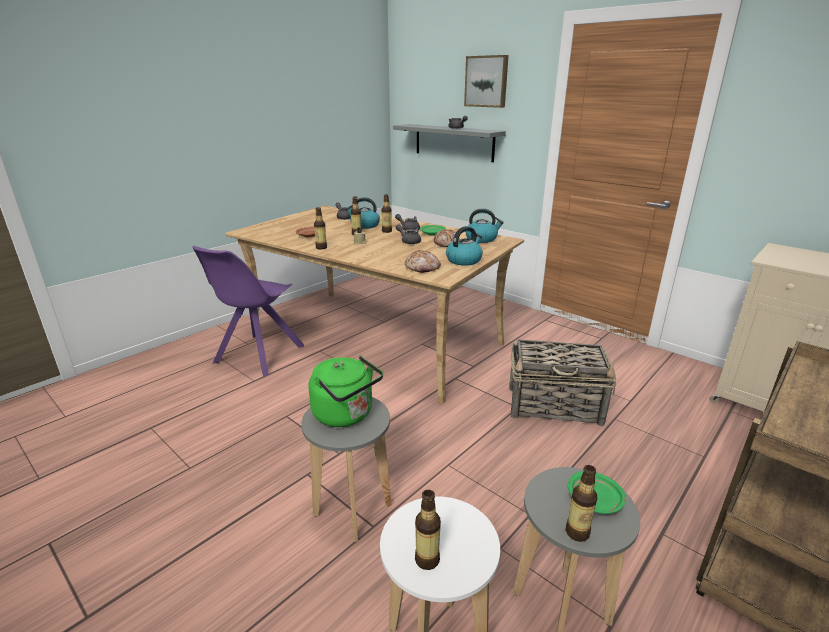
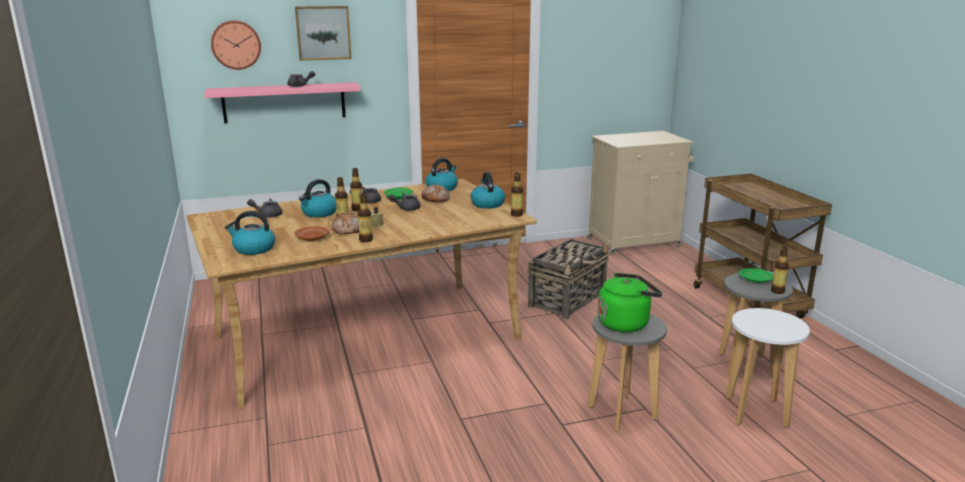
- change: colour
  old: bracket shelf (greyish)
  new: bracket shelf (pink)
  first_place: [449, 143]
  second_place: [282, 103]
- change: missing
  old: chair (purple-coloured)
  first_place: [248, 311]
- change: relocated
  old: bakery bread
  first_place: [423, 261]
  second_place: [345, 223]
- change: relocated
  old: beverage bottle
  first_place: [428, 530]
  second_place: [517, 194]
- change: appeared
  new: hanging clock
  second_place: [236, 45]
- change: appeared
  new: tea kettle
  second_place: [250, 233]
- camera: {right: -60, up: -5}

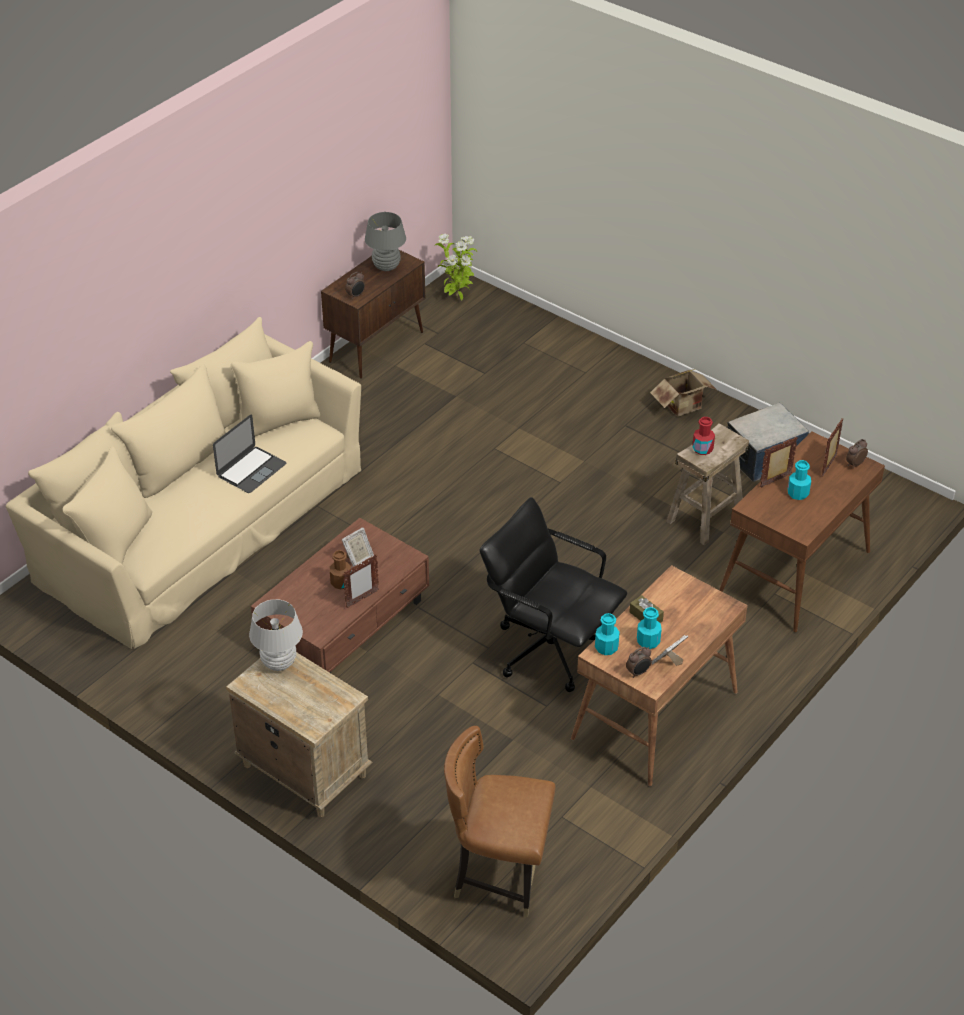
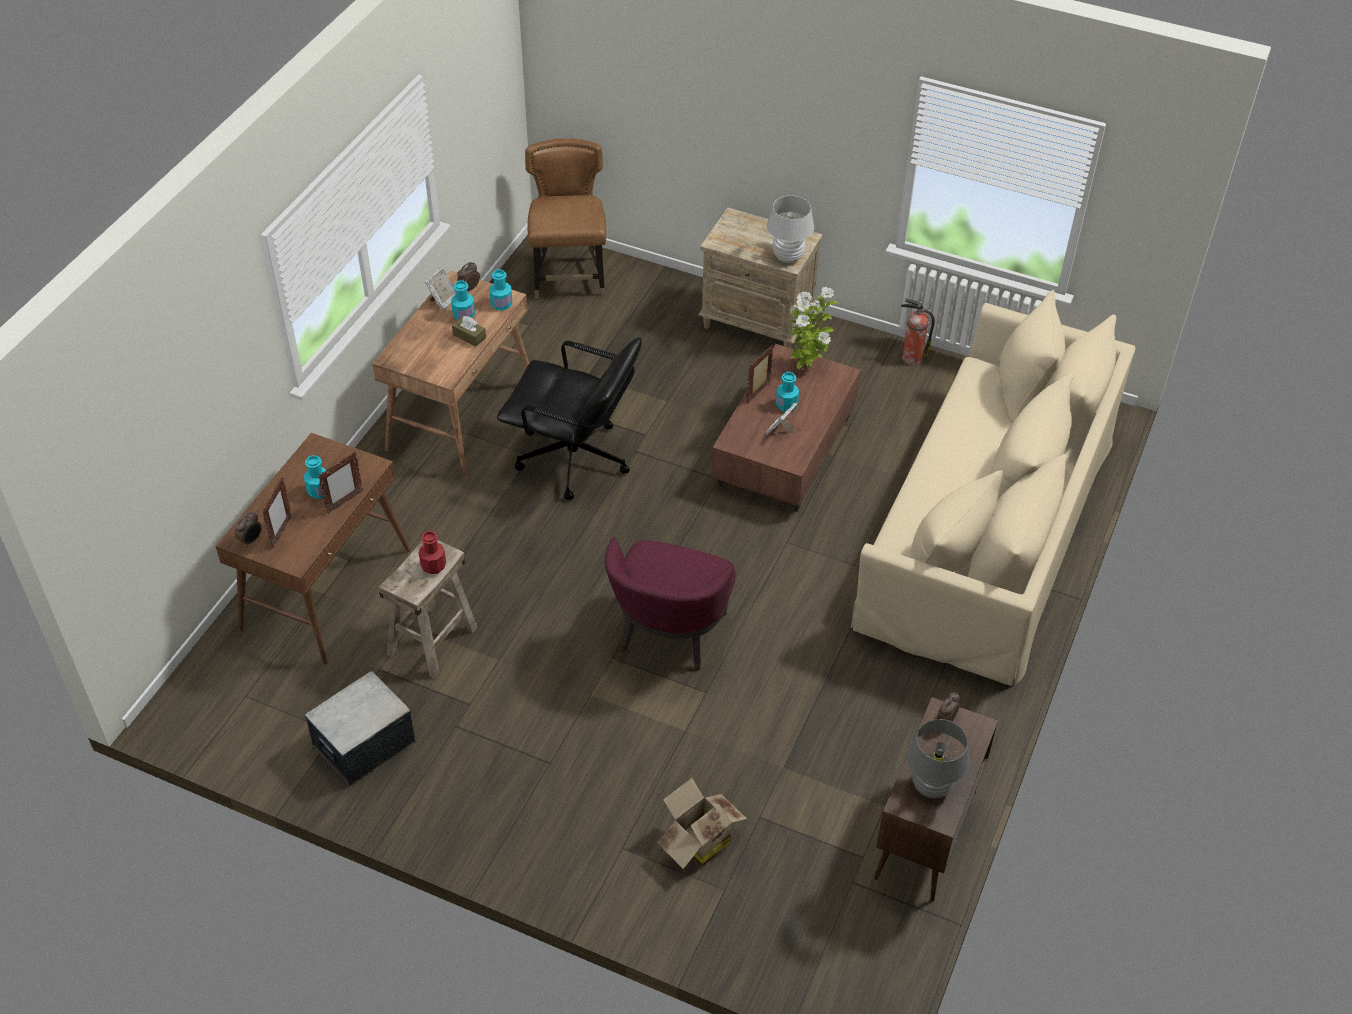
- change: relocated
  old: plant in a pot
  first_place: [456, 267]
  second_place: [814, 328]
- change: relocated
  old: carton
  first_place: [683, 393]
  second_place: [702, 823]
- change: missing
  old: laptop
  first_place: [249, 454]
- change: colour
  old: beverage bottle (brown)
  new: beverage bottle (turquoise-coloured)
  first_place: [340, 569]
  second_place: [787, 392]
- change: spun
  old: chair (brown)
  first_place: [499, 821]
  second_place: [565, 218]
  degrees: -90
- change: appeared
  new: extinguisher
  second_place: [918, 332]
- change: appeared
  new: easy chair (purple-coloured)
  second_place: [670, 604]
- camera: {right: 165, up: 5}

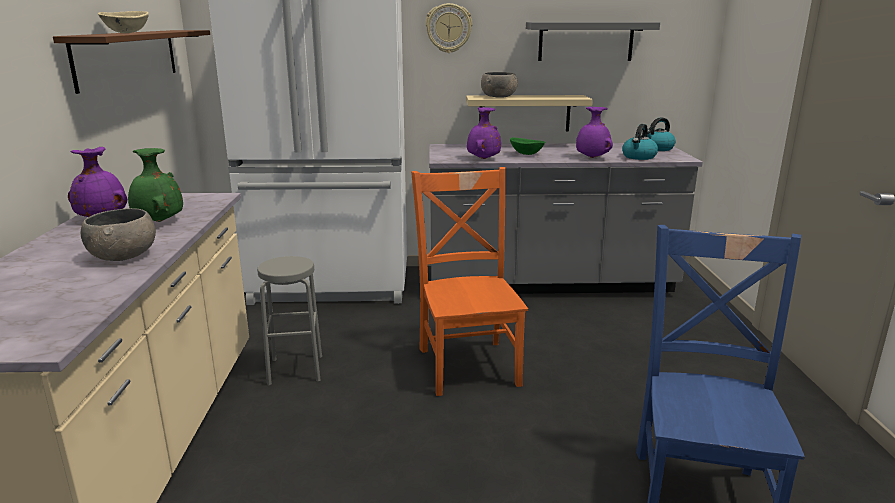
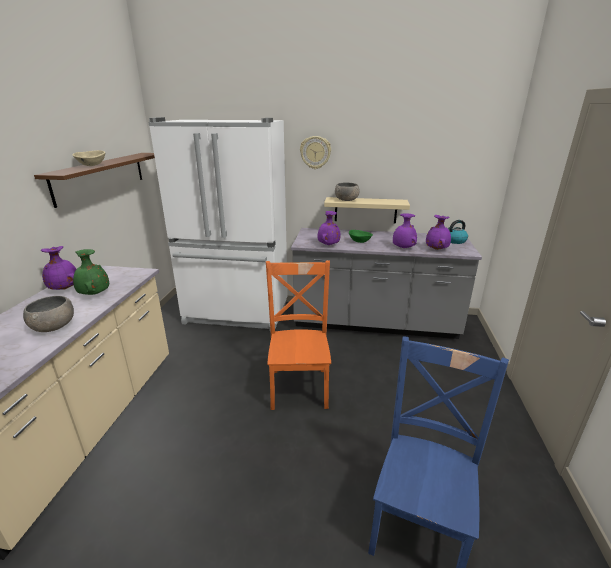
- change: missing
  old: bracket shelf (greyish)
  first_place: [593, 41]
- change: exchanged
  old: tea kettle
  new: vase (purple-coloured)
  first_place: [640, 142]
  second_place: [438, 232]
- change: missing
  old: stool (greyish)
  first_place: [289, 320]
- camera: {right: 10, up: 5}

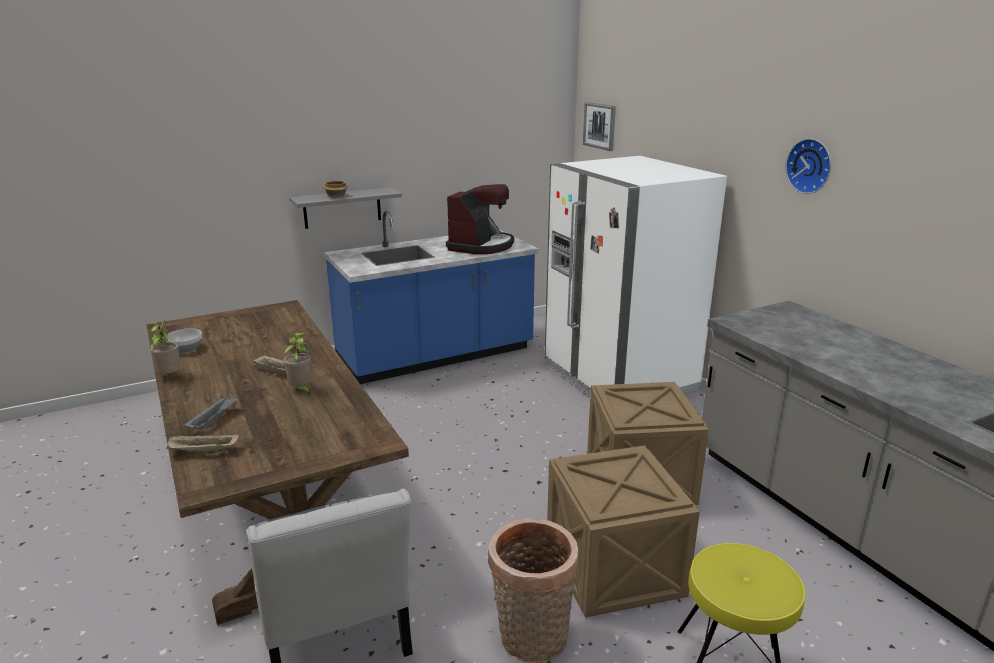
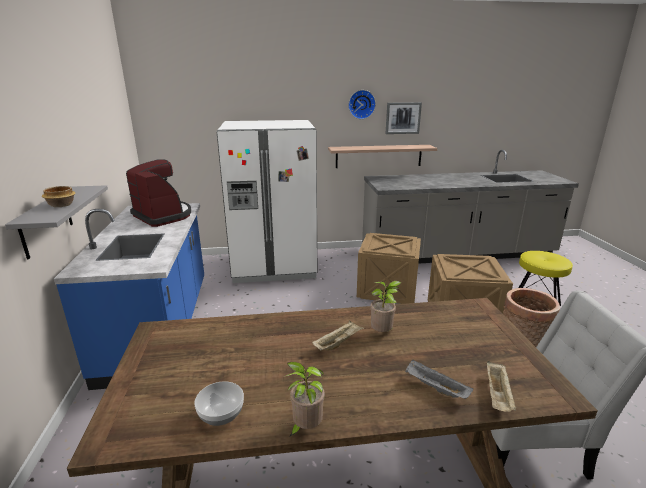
- change: relocated
  old: wall art
  first_place: [599, 126]
  second_place: [404, 118]
- change: appeared
  new: bracket shelf
  second_place: [382, 156]
- camera: {right: -70, up: 0}

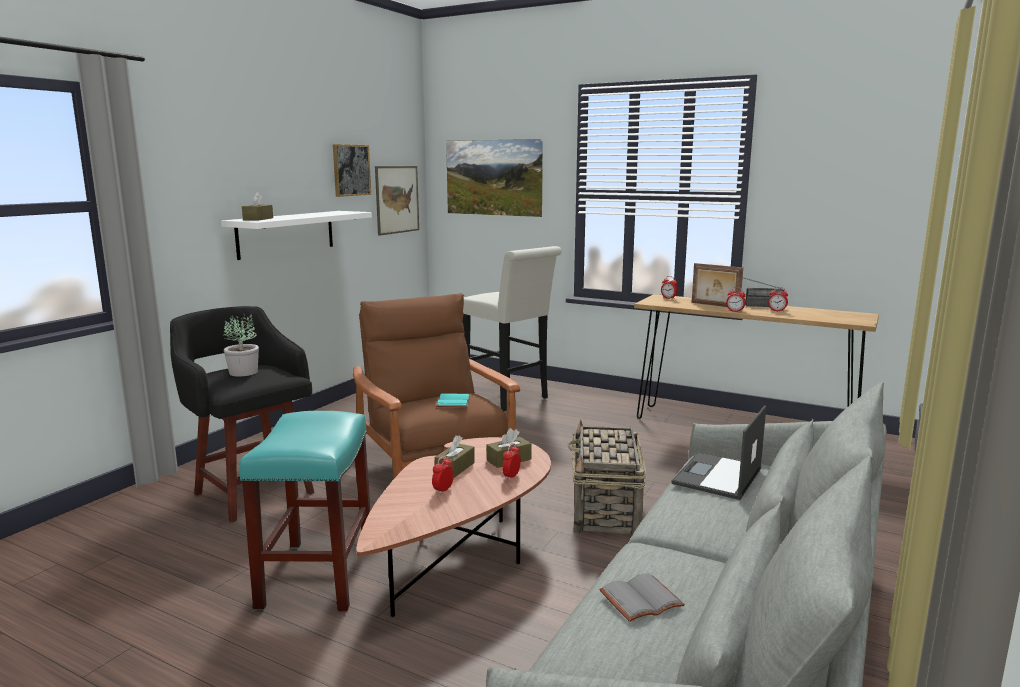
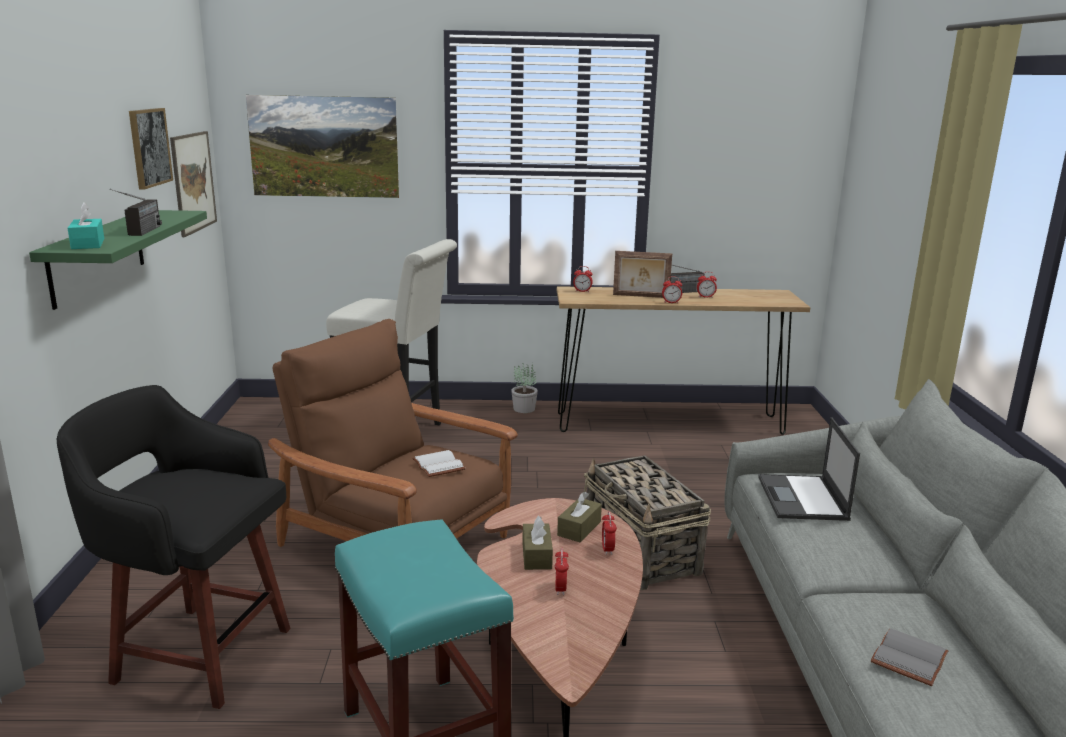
- change: colour
  old: tissue box (brown)
  new: tissue box (turquoise-coloured)
  first_place: [257, 206]
  second_place: [86, 225]
- change: colour
  old: bracket shelf (white-coloured)
  new: bracket shelf (greenish)
  first_place: [296, 235]
  second_place: [118, 260]
- change: relocated
  old: plant in a pot
  first_place: [241, 346]
  second_place: [524, 388]
- change: colour
  old: book (turquoise-coloured)
  new: book (white-coloured)
  first_place: [453, 400]
  second_place: [439, 463]
- change: appeared
  new: radio
  second_place: [136, 212]
- camera: {right: -30, up: 5}

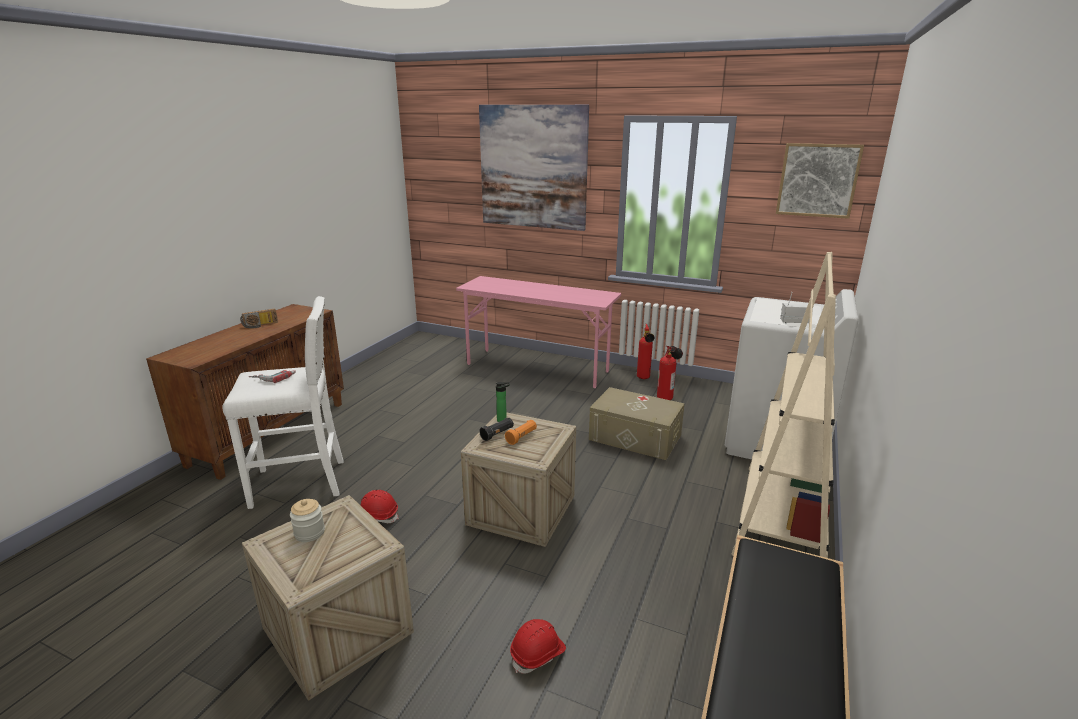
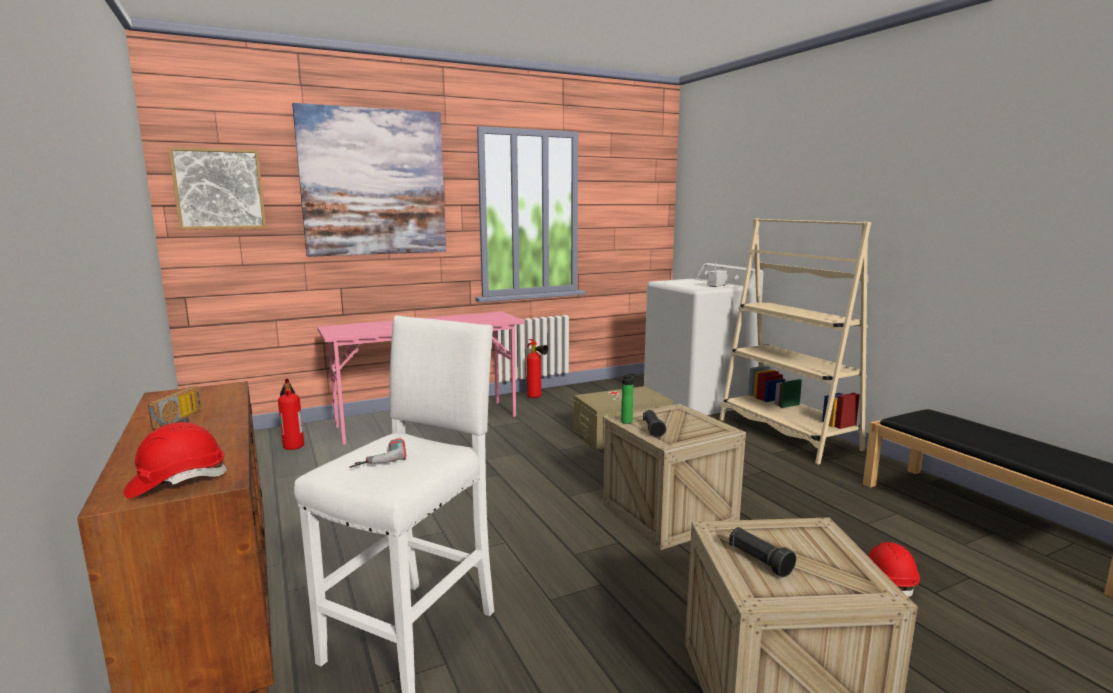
- change: relocated
  old: wall art
  first_place: [820, 181]
  second_place: [217, 188]
- change: relocated
  old: extinguisher
  first_place: [670, 373]
  second_place: [291, 414]
- change: missing
  old: torch (orange-coloured)
  first_place: [521, 432]
- change: relocated
  old: work helmet (reddish)
  first_place: [380, 506]
  second_place: [175, 460]
- change: exchanged
  old: jar
  new: torch (black-coloured)
  first_place: [307, 520]
  second_place: [762, 552]
- camera: {right: -50, up: -10}

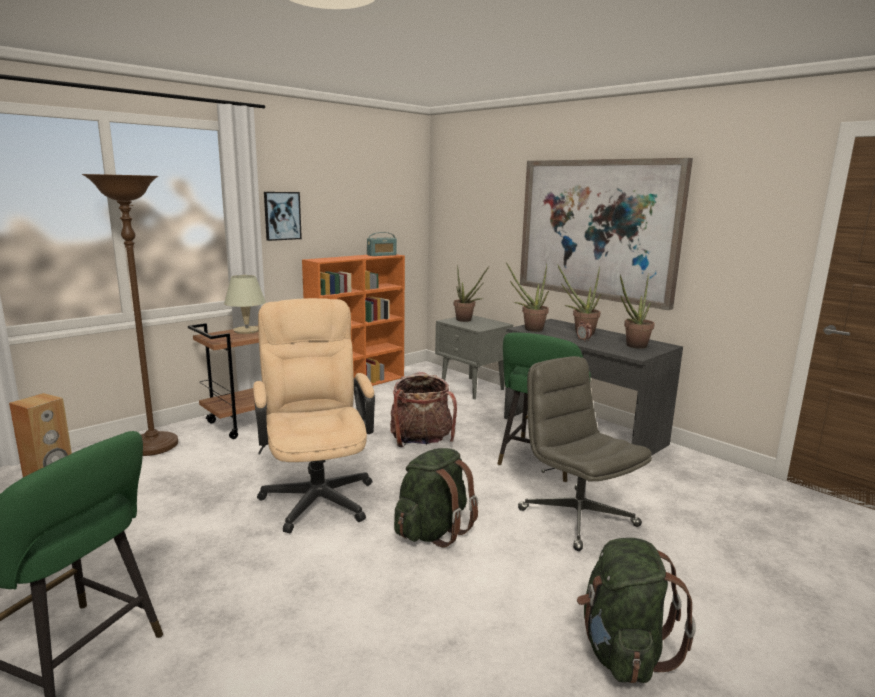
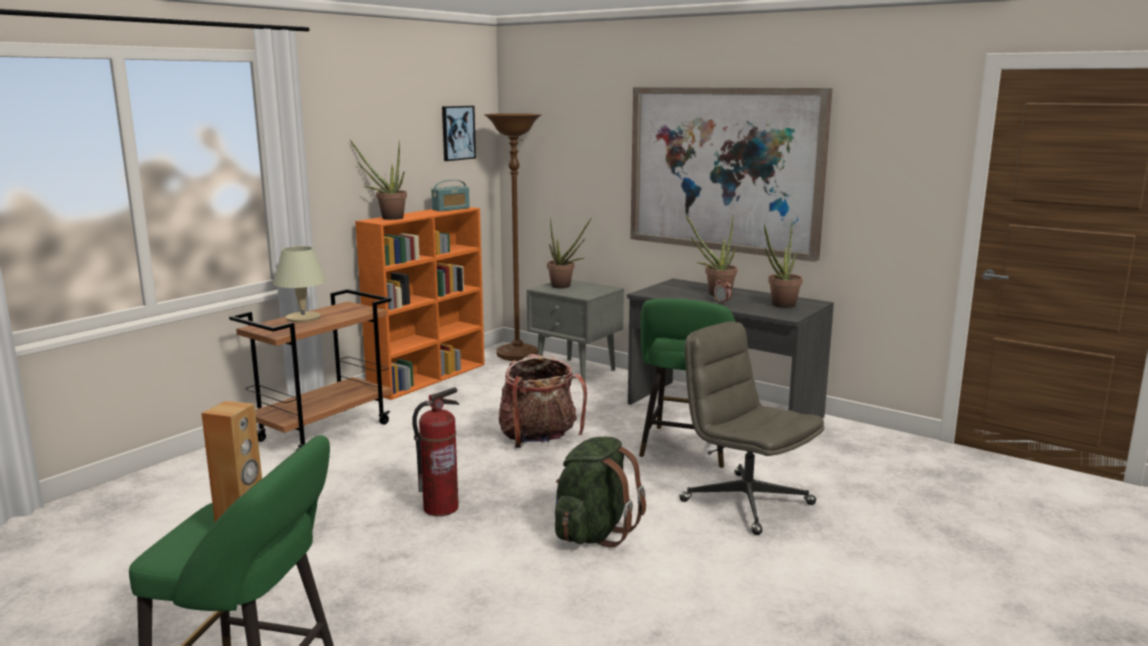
- change: relocated
  old: standard lamp (brown)
  first_place: [130, 315]
  second_place: [513, 237]
- change: relocated
  old: wall art
  first_place: [283, 216]
  second_place: [459, 133]
- change: relocated
  old: plant in a pot
  first_place: [527, 297]
  second_place: [378, 179]
- change: exchanged
  old: office chair (beige)
  new: extinguisher
  first_place: [314, 415]
  second_place: [435, 451]
- change: missing
  old: knapsack (greenish)
  first_place: [636, 611]
- camera: {right: -10, up: 0}

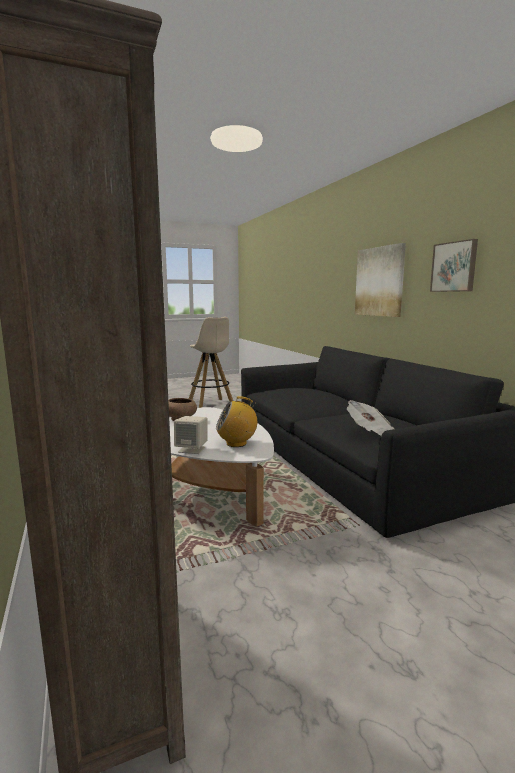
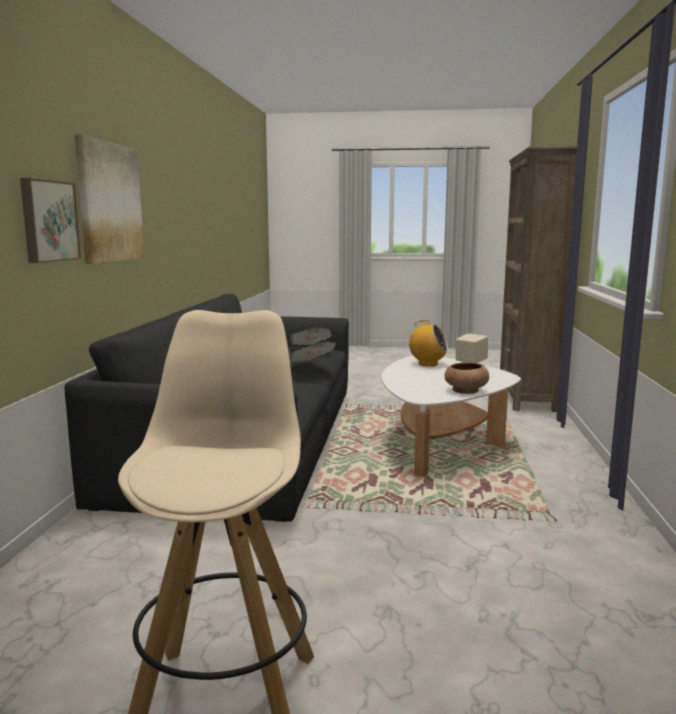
- change: relocated
  old: wall art
  first_place: [454, 265]
  second_place: [50, 220]
- change: appeared
  new: newspaper
  second_place: [313, 351]
- camera: {right: -150, up: 0}

